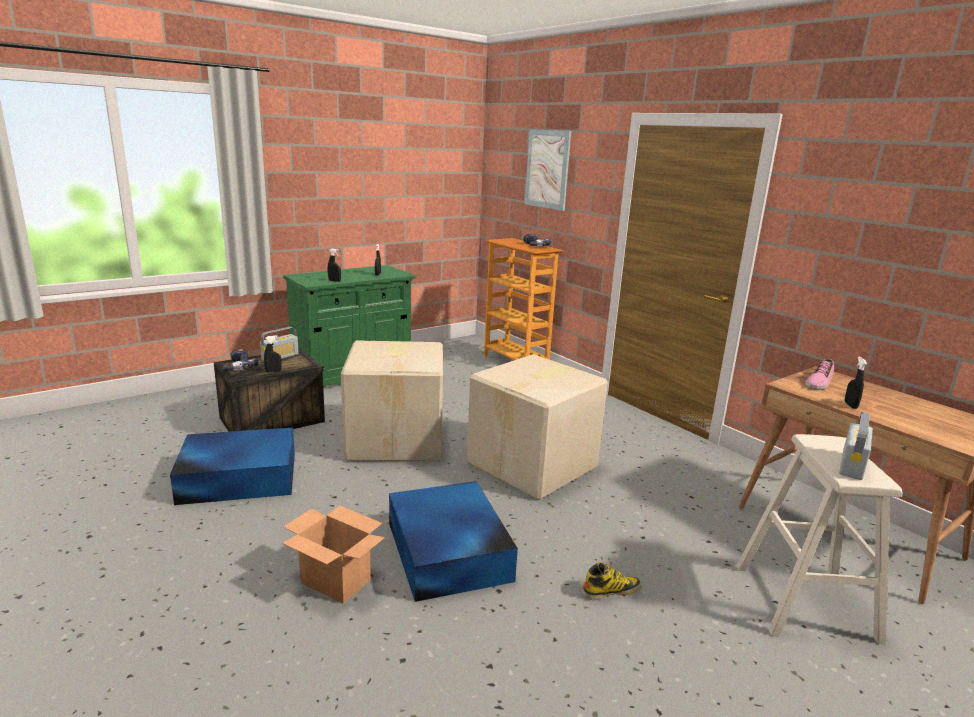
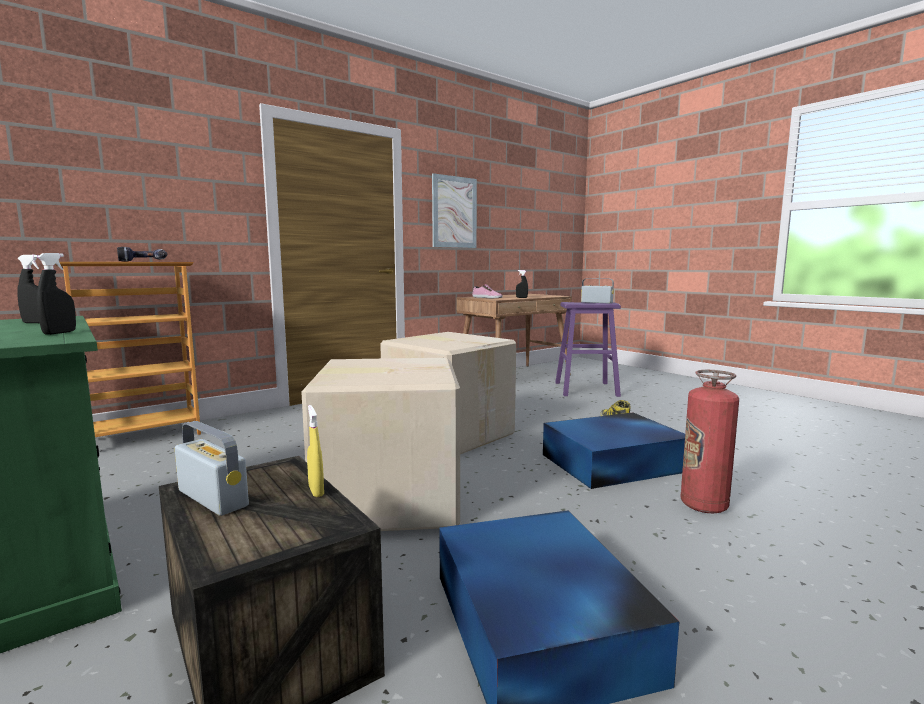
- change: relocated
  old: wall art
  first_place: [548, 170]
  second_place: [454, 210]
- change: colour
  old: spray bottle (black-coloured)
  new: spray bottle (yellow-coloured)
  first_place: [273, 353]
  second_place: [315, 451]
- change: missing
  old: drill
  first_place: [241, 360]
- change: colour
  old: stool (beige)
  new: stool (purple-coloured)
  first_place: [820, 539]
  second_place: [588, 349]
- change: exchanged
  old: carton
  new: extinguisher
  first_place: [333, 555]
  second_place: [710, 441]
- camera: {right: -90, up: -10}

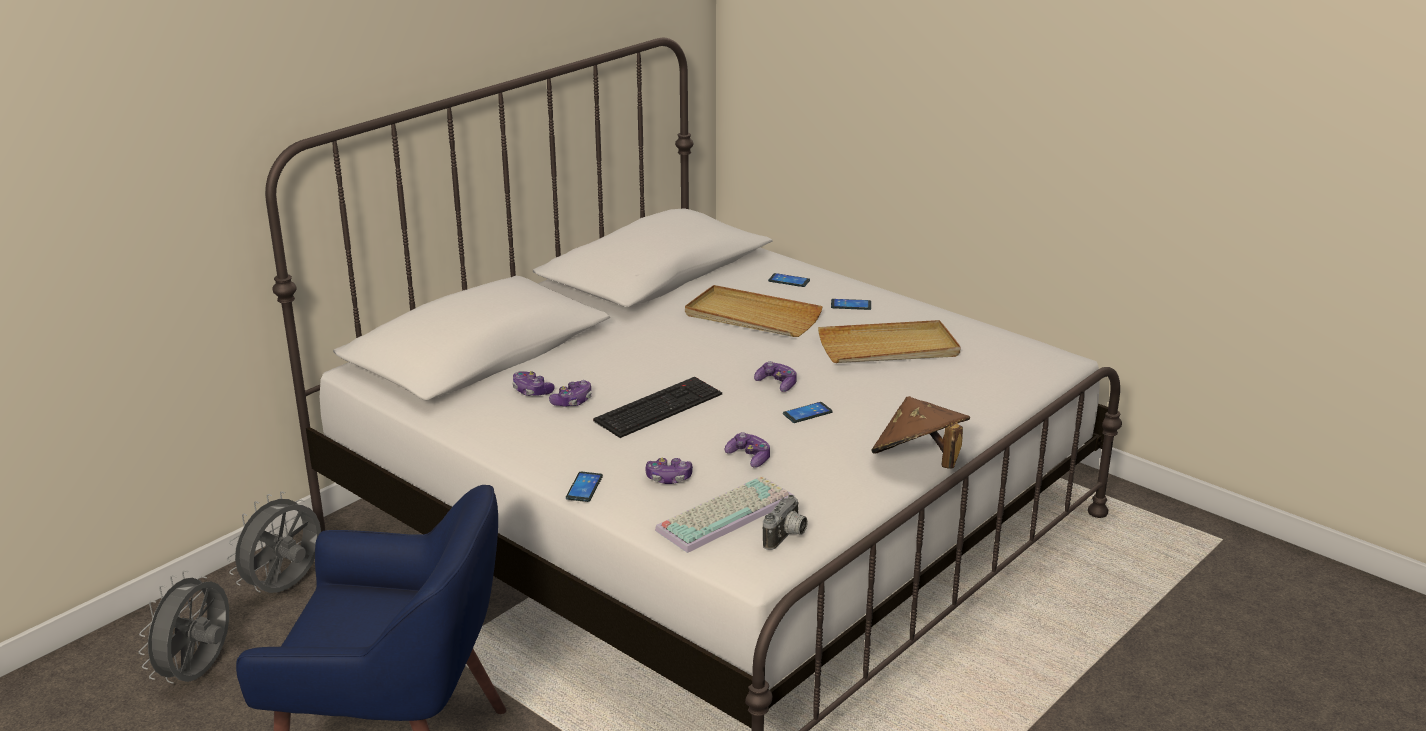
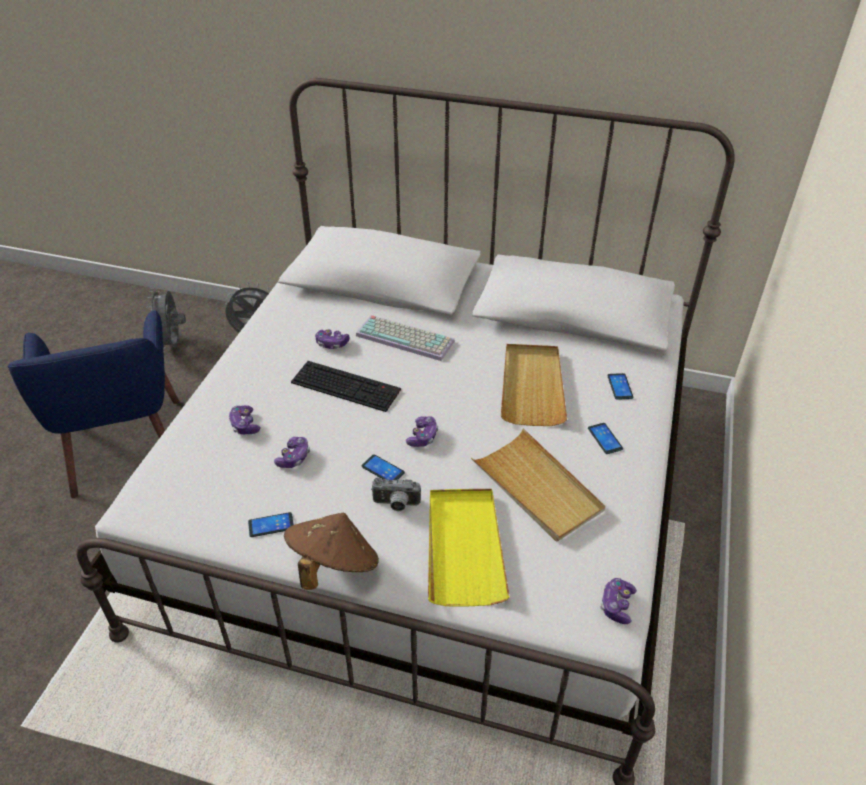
- change: relocated
  old: gamepad
  first_place: [533, 383]
  second_place: [618, 601]
- change: relocated
  old: phone
  first_place: [584, 487]
  second_place: [271, 524]
- change: relocated
  old: computer keyboard
  first_place: [724, 514]
  second_place: [405, 338]
- change: relocated
  old: still camera
  first_place: [785, 522]
  second_place: [396, 494]
- change: spun
  old: electric fan (greyish)
  first_place: [184, 627]
  second_place: [166, 318]
  degrees: -90
- change: appeared
  new: carrying tray (yellow-coloured)
  second_place: [469, 547]
- camera: {right: 65, up: 15}

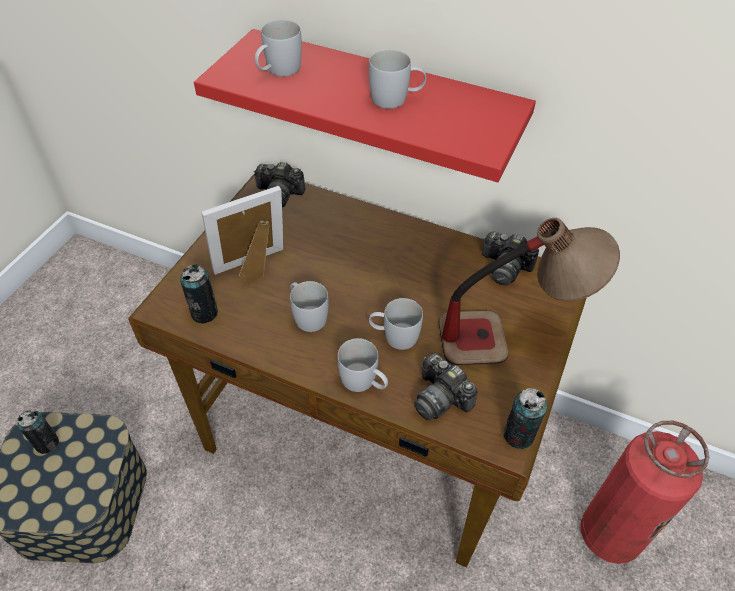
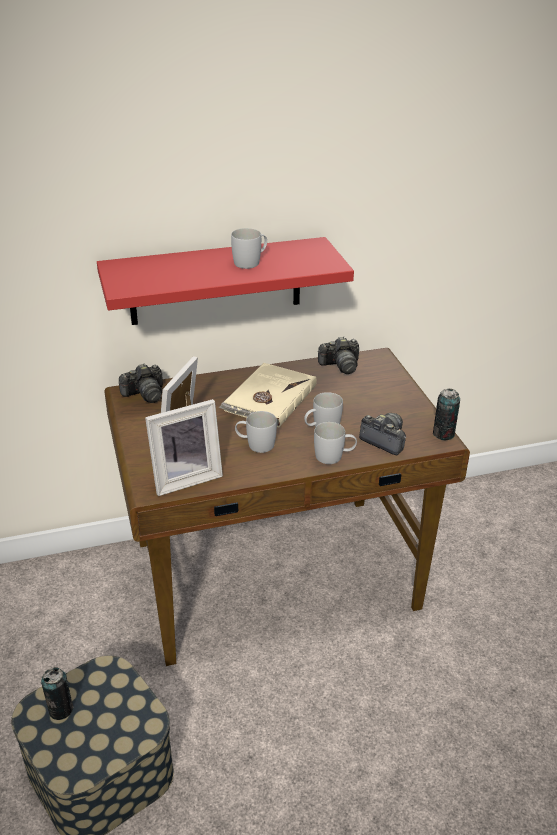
- change: missing
  old: coffee mug (white-coloured)
  first_place: [278, 48]
- change: missing
  old: lamp for a table
  first_place: [529, 292]
- change: exchanged
  old: metal can
  new: standing frame
  first_place: [199, 294]
  second_place: [184, 447]
- change: spun
  old: still camera
  first_place: [445, 386]
  second_place: [382, 434]
  degrees: -150
- change: missing
  old: extinguisher
  first_place: [645, 492]
- change: appeared
  new: book (beige)
  second_place: [268, 395]
- camera: {right: -40, up: -15}

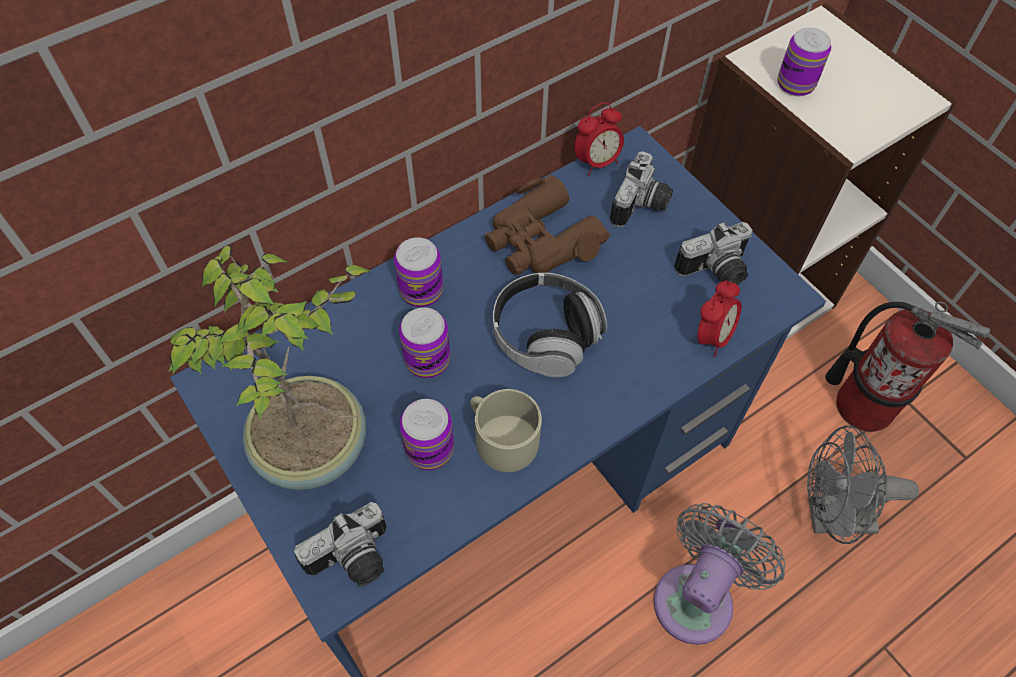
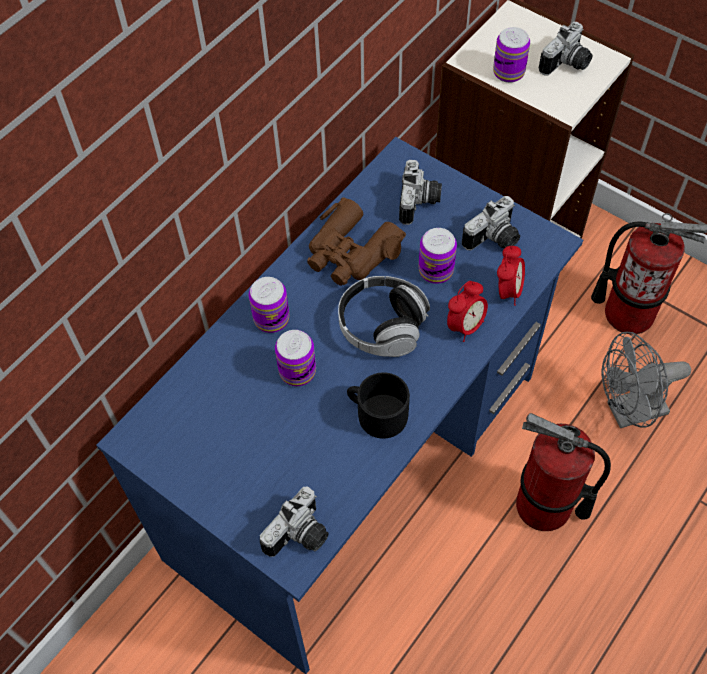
- change: relocated
  old: alarm clock
  first_place: [599, 139]
  second_place: [467, 311]
- change: missing
  old: plant in a pot
  first_place: [269, 368]
- change: colour
  old: coffee mug (beige)
  new: coffee mug (black-coloured)
  first_place: [506, 430]
  second_place: [378, 405]
- change: relocated
  old: metal can
  first_place: [426, 434]
  second_place: [437, 256]
- change: exchanged
  old: electric fan (greyish)
  new: extinguisher
  first_place: [720, 574]
  second_place: [563, 472]
- change: appeared
  new: still camera
  second_place: [566, 49]
- camera: {right: -15, up: 0}

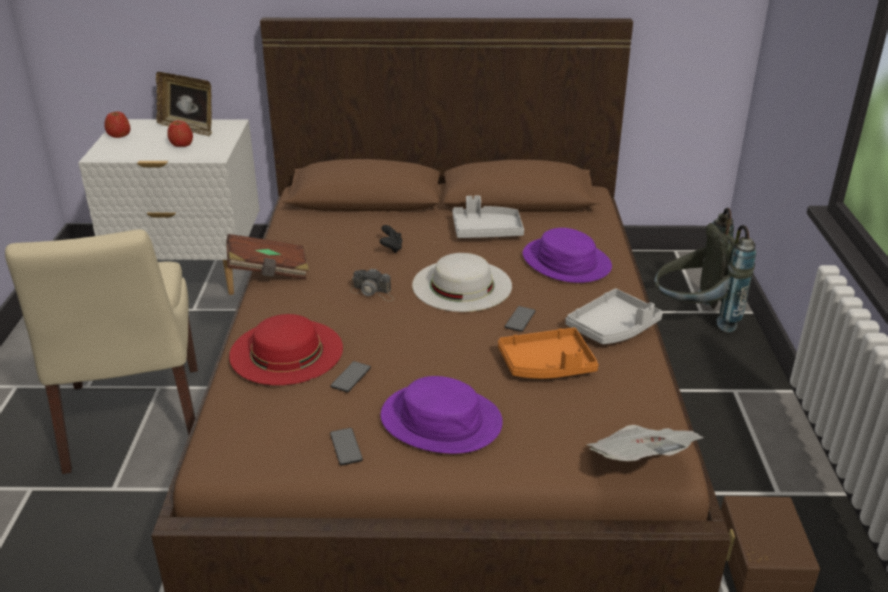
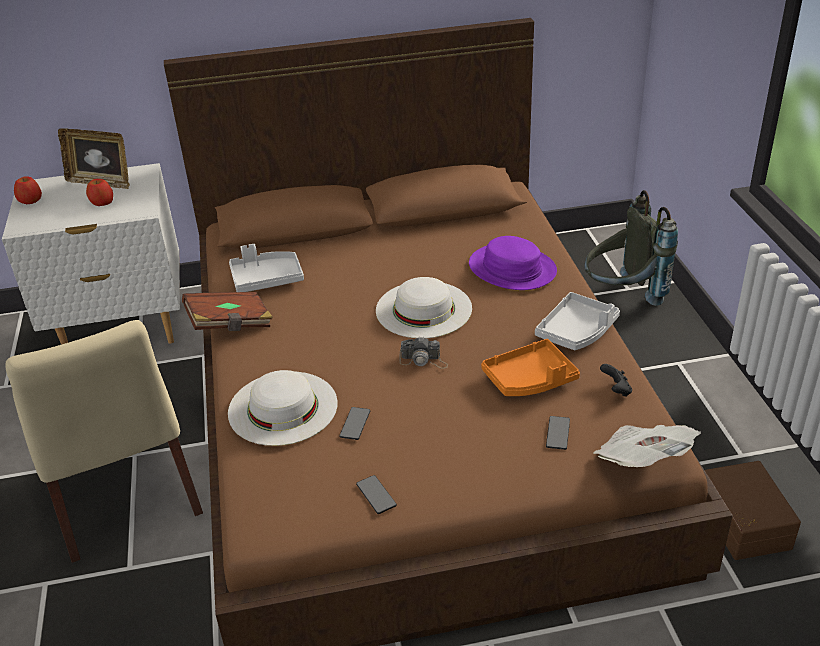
- change: relocated
  old: carrying tray (greyish)
  first_place: [488, 216]
  second_place: [266, 268]
- change: relocated
  old: gamepad (black-coloured)
  first_place: [391, 239]
  second_place: [616, 380]
- change: relocated
  old: still camera
  first_place: [372, 284]
  second_place: [423, 353]
- change: relocated
  old: phone
  first_place: [520, 319]
  second_place: [558, 433]
- change: colour
  old: clothing hat (reddish)
  new: clothing hat (white-coloured)
  first_place: [286, 349]
  second_place: [283, 408]
- change: missing
  old: clothing hat (purple-coloured)
  first_place: [442, 415]
- camera: {right: -10, up: 5}

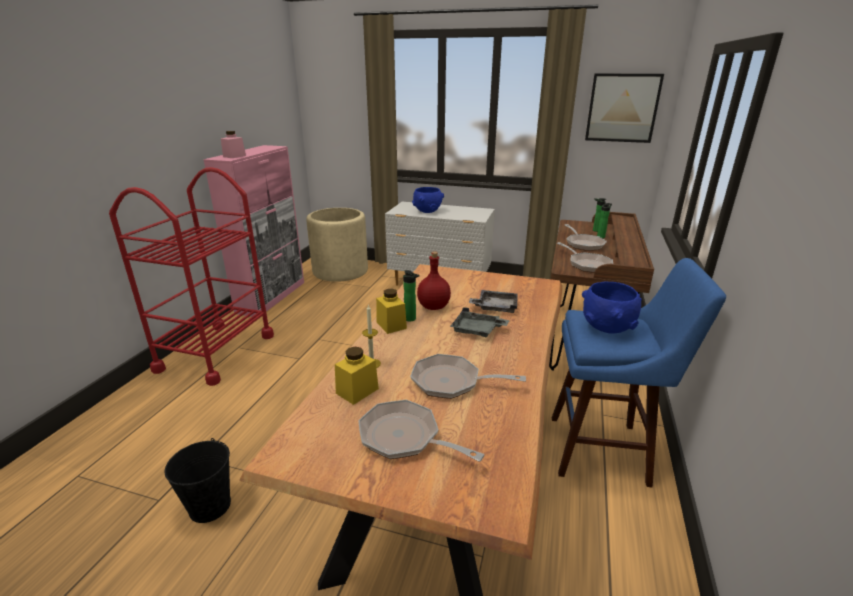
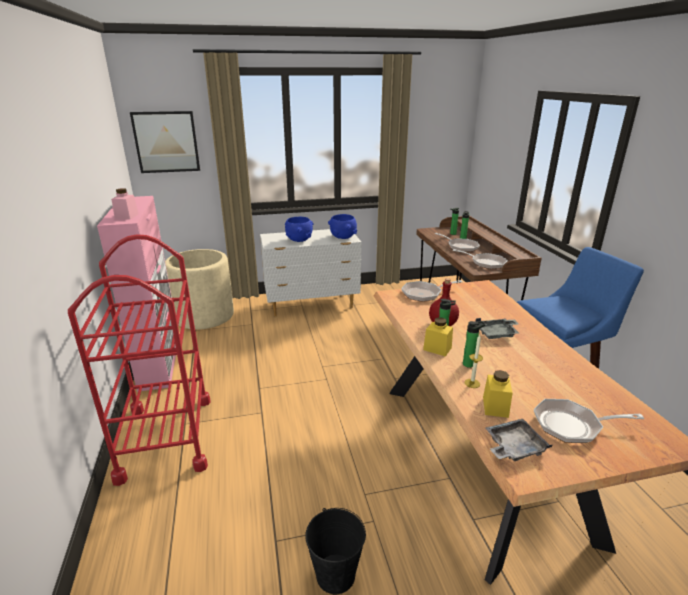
- change: relocated
  old: wall art
  first_place: [624, 108]
  second_place: [165, 142]
- change: relocated
  old: deep dish (blue-coloured)
  first_place: [612, 307]
  second_place: [342, 226]
- change: relocated
  old: carrying tray (greyish)
  first_place: [493, 301]
  second_place: [519, 440]
- change: relocated
  old: pan
  first_place: [468, 376]
  second_place: [432, 291]
- change: appeared
  new: beverage bottle
  second_place: [474, 344]
- camera: {right: -30, up: 0}

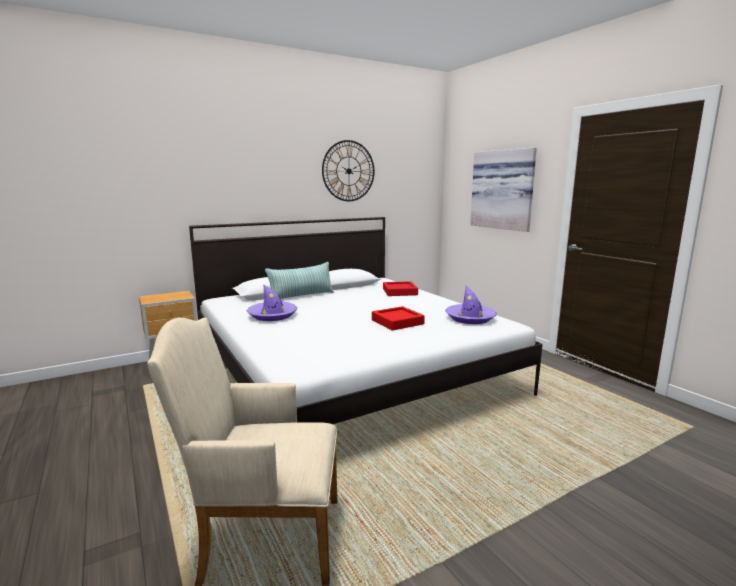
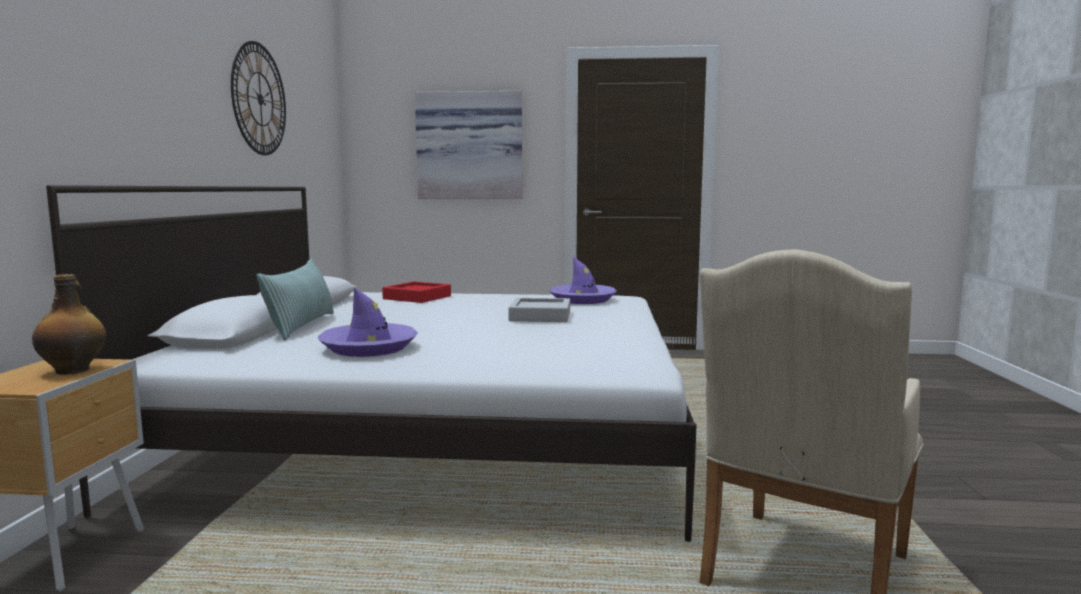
- change: colour
  old: carrying tray (reddish)
  new: carrying tray (greyish)
  first_place: [398, 318]
  second_place: [539, 310]
- change: appeared
  new: beverage bottle
  second_place: [69, 324]
- camera: {right: -55, up: -5}

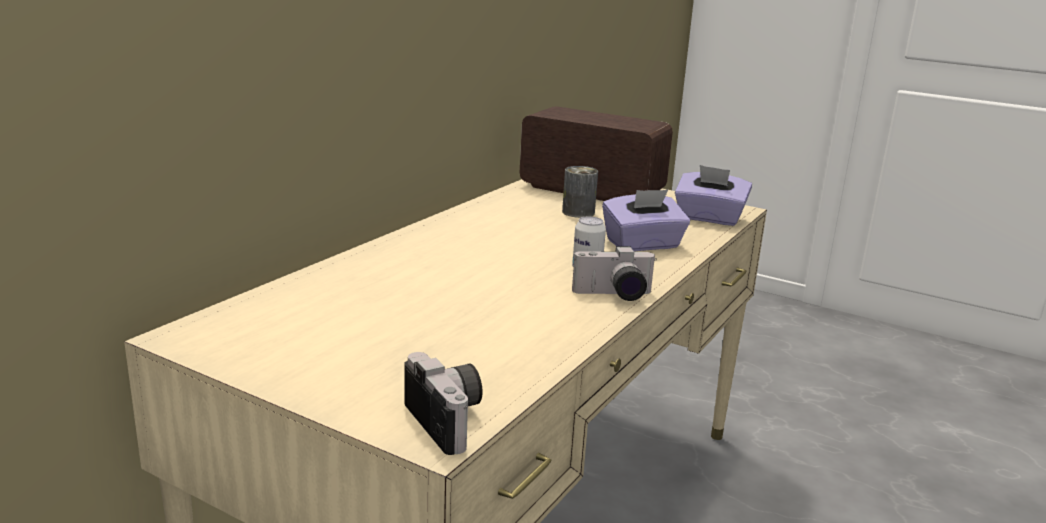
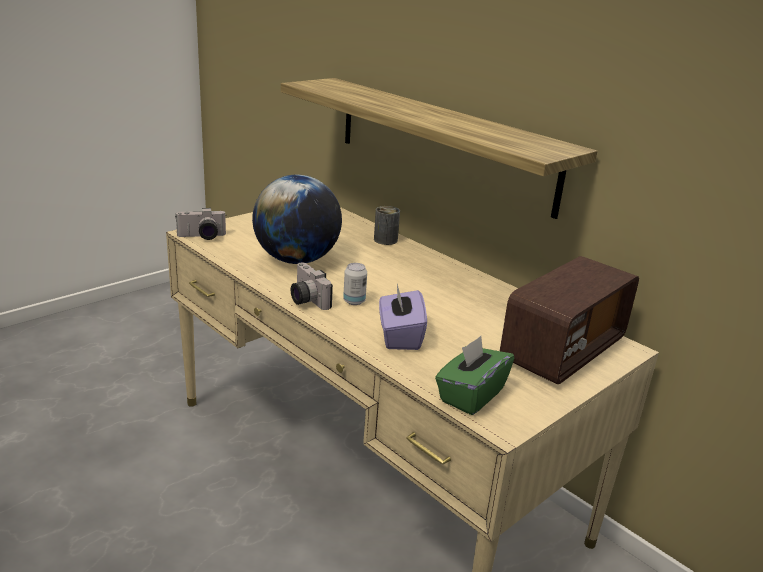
- change: colour
  old: tissue box (purple-coloured)
  new: tissue box (greenish)
  first_place: [713, 195]
  second_place: [474, 375]
- change: relocated
  old: metal can
  first_place: [580, 192]
  second_place: [387, 225]
- change: spun
  old: still camera
  first_place: [614, 273]
  second_place: [312, 286]
  degrees: -45
- change: appeared
  new: bracket shelf
  second_place: [439, 148]
- change: appeared
  new: globe
  second_place: [297, 219]
- camera: {right: 105, up: 5}

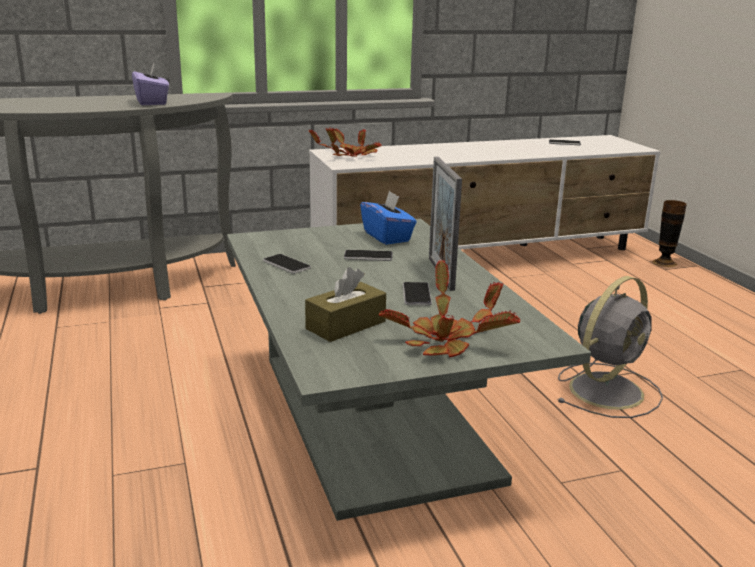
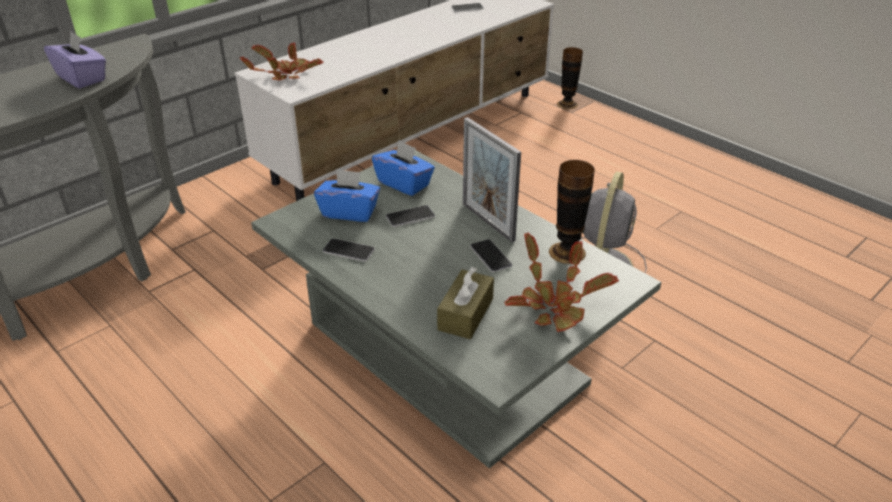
- change: appeared
  new: vase
  second_place: [572, 212]
- change: appeared
  new: tissue box (blue-coloured)
  second_place: [347, 195]
- camera: {right: -25, up: 15}

